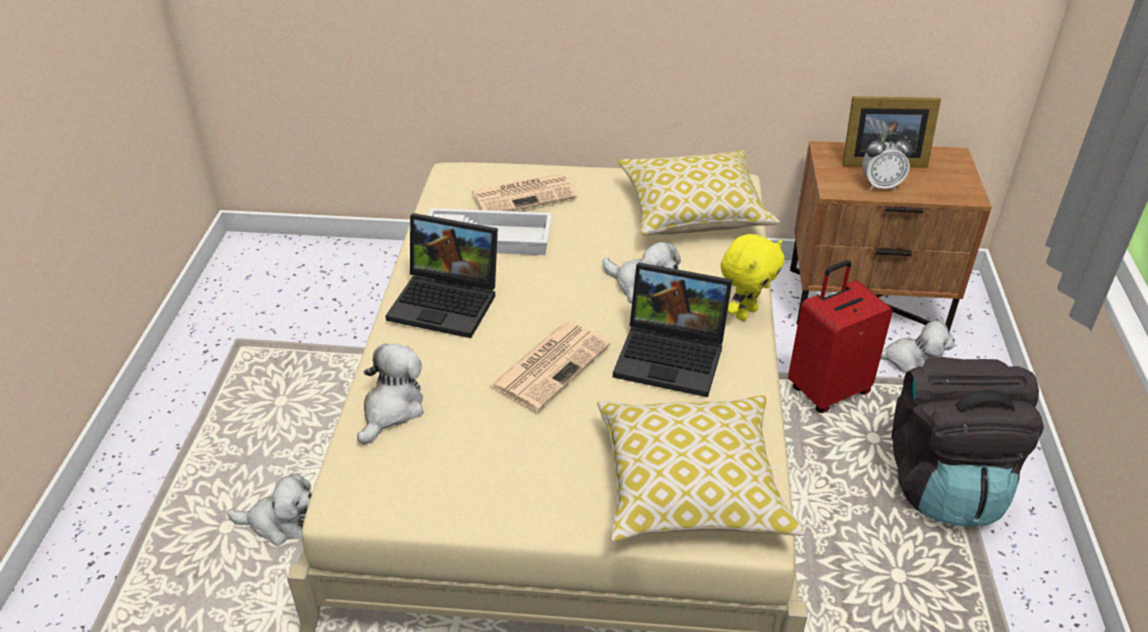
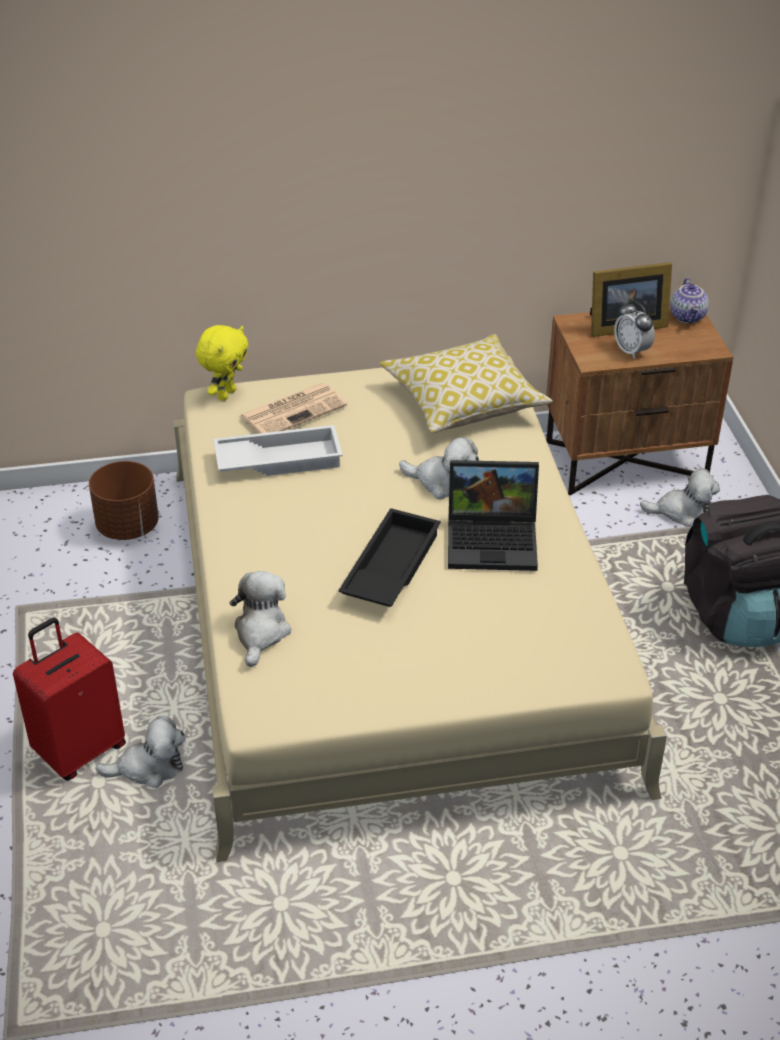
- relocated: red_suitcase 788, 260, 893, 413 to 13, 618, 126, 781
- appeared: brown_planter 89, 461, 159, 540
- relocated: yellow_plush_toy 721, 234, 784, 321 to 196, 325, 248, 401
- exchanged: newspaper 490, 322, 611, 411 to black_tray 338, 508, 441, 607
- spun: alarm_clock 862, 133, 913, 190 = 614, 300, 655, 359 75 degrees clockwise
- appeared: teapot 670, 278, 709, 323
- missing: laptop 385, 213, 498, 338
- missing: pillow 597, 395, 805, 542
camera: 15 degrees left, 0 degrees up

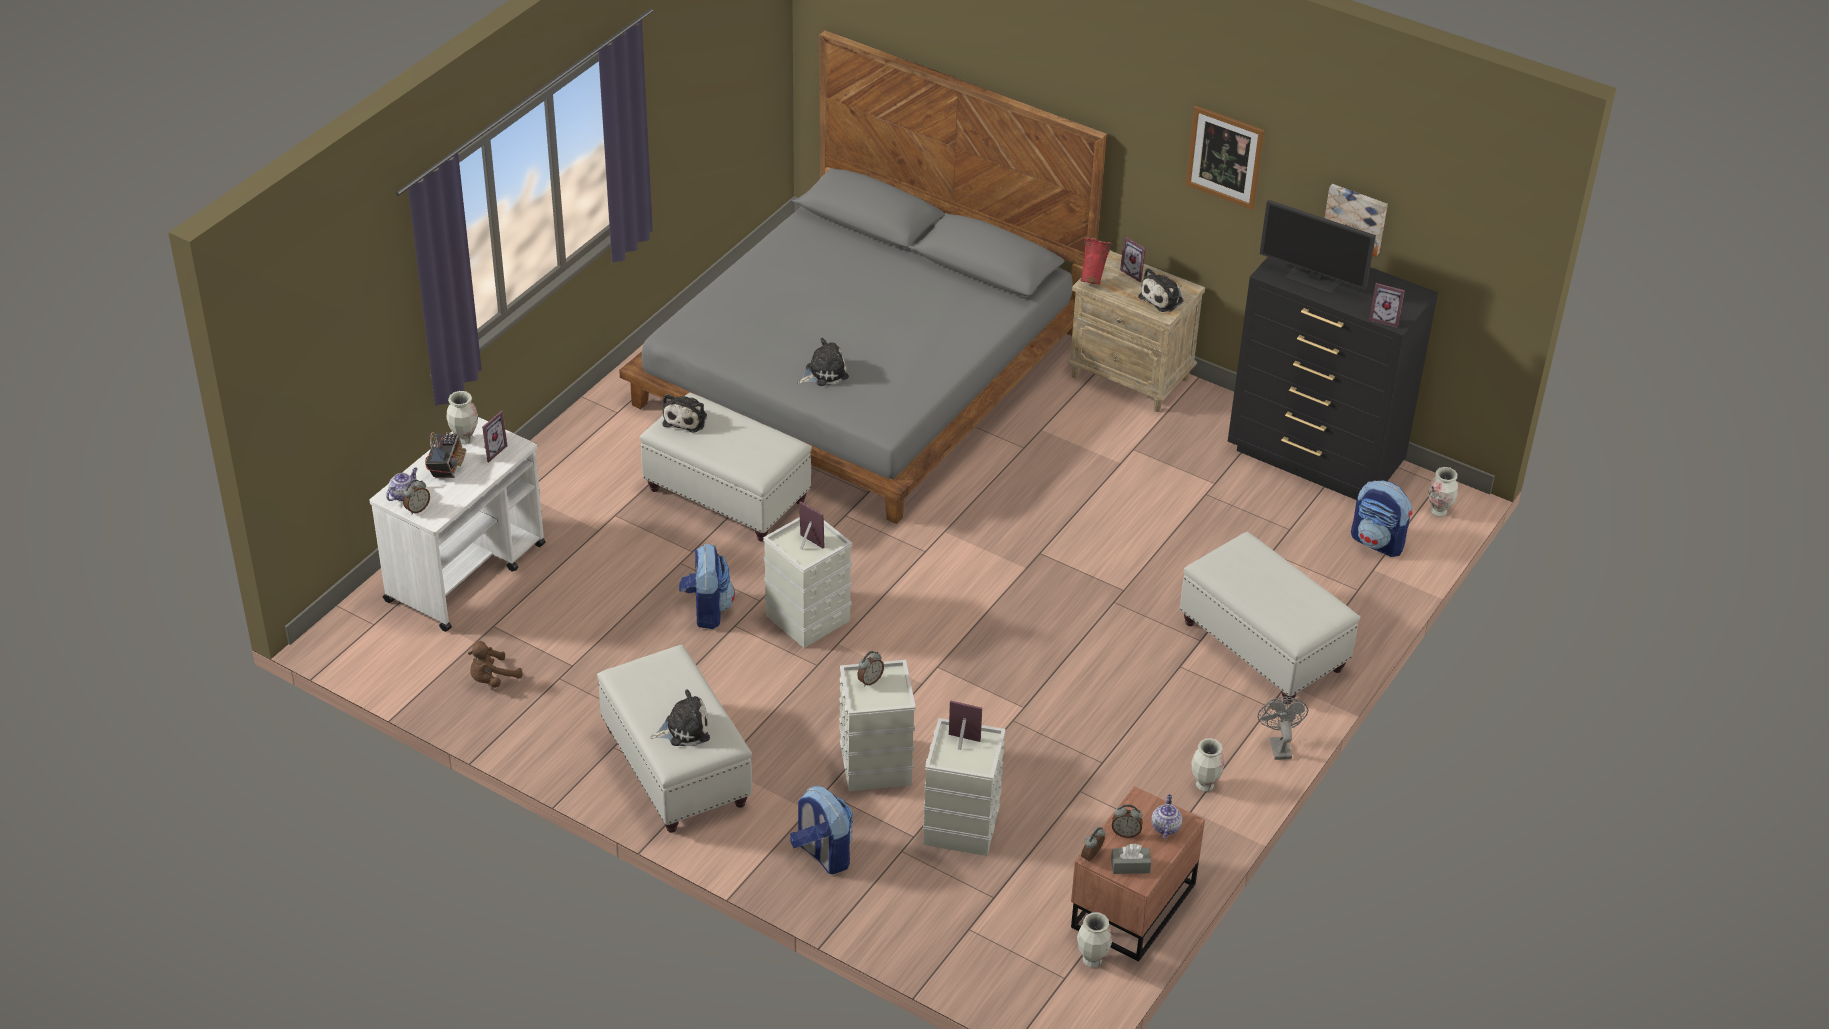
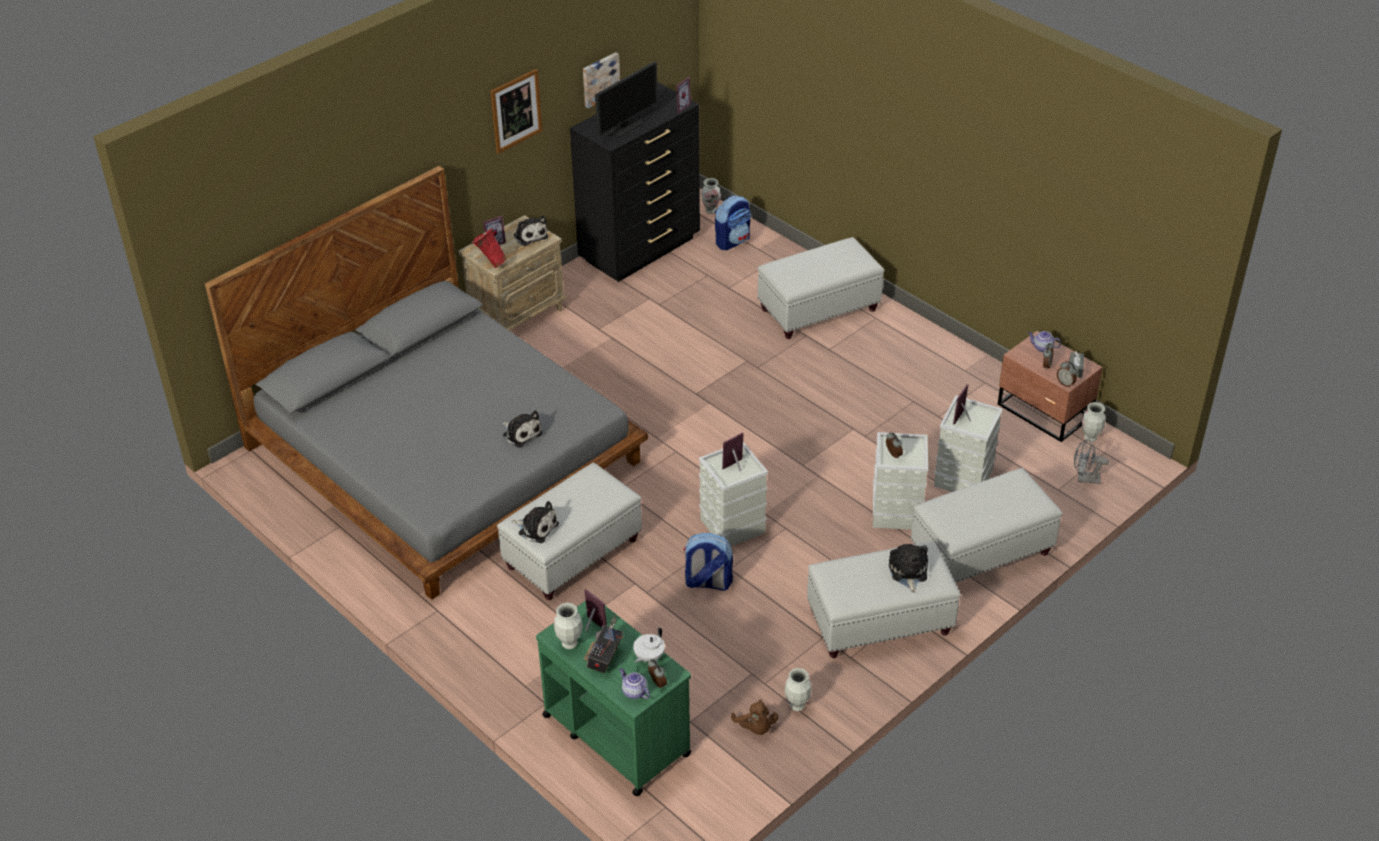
- spun: plush_toy 798, 338, 849, 386 = 503, 410, 543, 448 150 degrees clockwise
- colour: white_cart 370, 417, 546, 632 to green_cart 536, 601, 692, 796
- spun: radio 425, 432, 466, 478 = 584, 616, 623, 673 90 degrees counterclockwise
- appeared: white_teapot 633, 627, 665, 662
- relocated: vase 1191, 738, 1224, 792 to 785, 668, 812, 711
- exchanged: backpack 790, 786, 853, 874 to white_ottoman 911, 468, 1063, 583
- relocated: grey_fan 1258, 697, 1308, 760 to 1074, 438, 1109, 484
camera: 75 degrees left, 0 degrees up

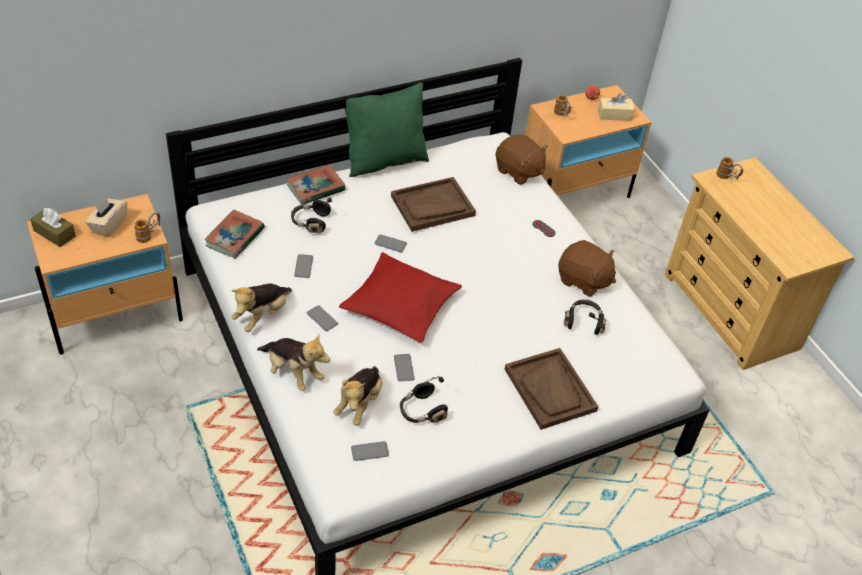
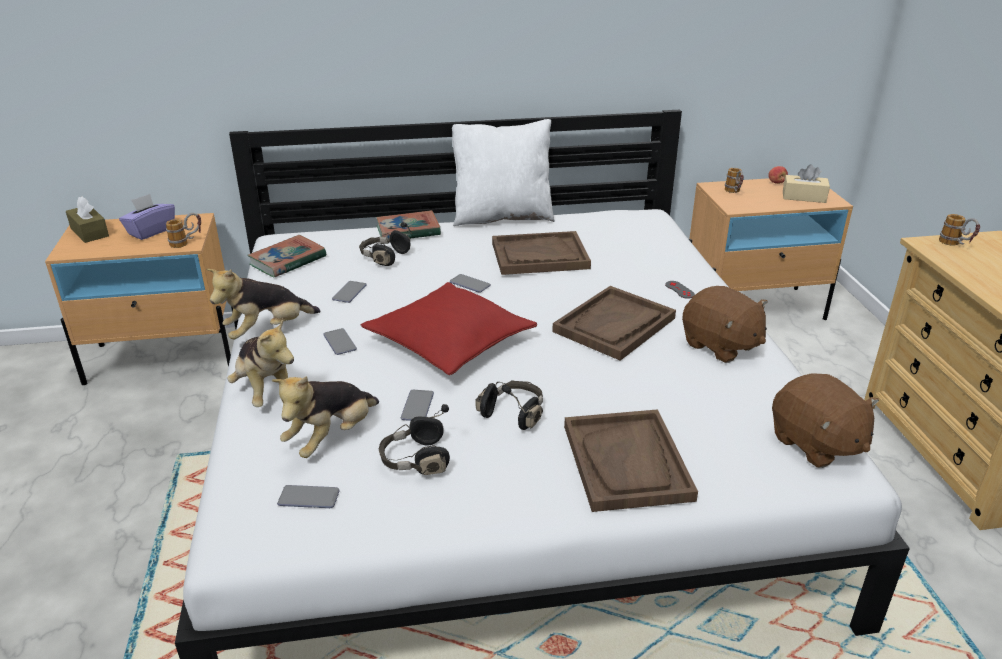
- colour: beige_tissue_box 85, 196, 127, 237 to purple_tissue_box 119, 194, 175, 240
- colour: green_pillow 345, 83, 429, 177 to white_pillow 452, 119, 555, 226
- relocated: black_headphones 564, 300, 606, 335 to 475, 380, 543, 430
- appeared: brown_tray 552, 286, 676, 361
- relocated: brown_plush_toy 495, 134, 548, 185 to 772, 373, 879, 468
camera: 20 degrees right, 15 degrees down

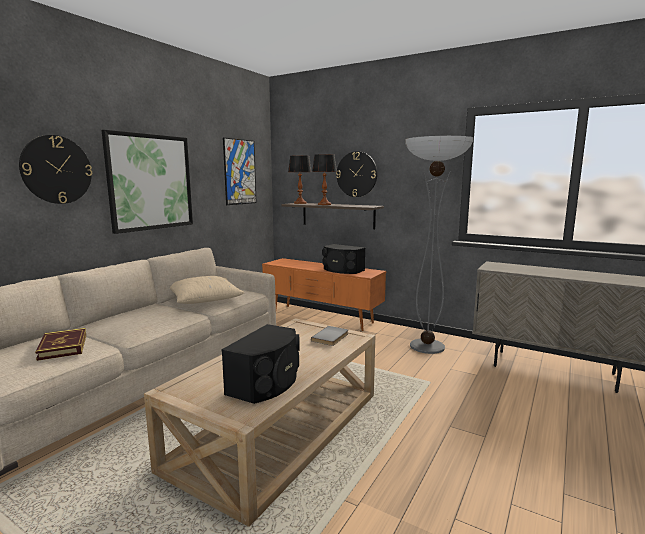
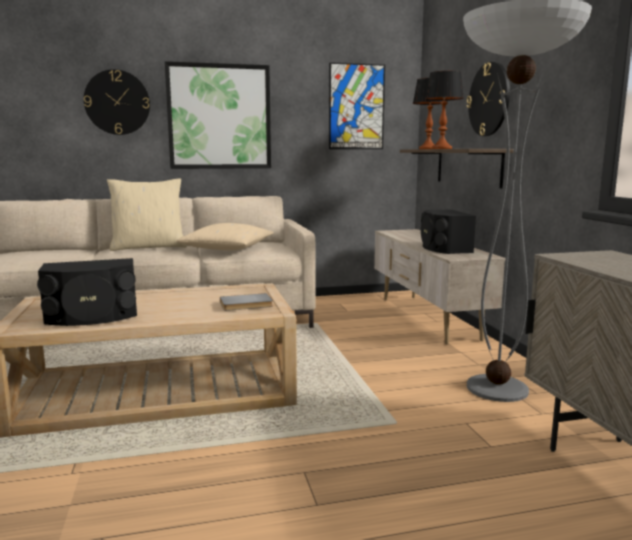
- appeared: beige_pillow 107, 178, 187, 251
- colour: orange_tv_stand 262, 258, 387, 331 to beige_tv_stand 374, 229, 505, 344
- missing: book 35, 328, 86, 361
camera: 45 degrees right, 0 degrees up

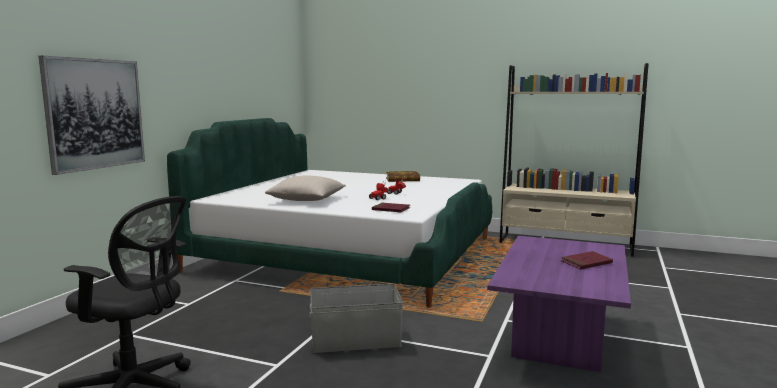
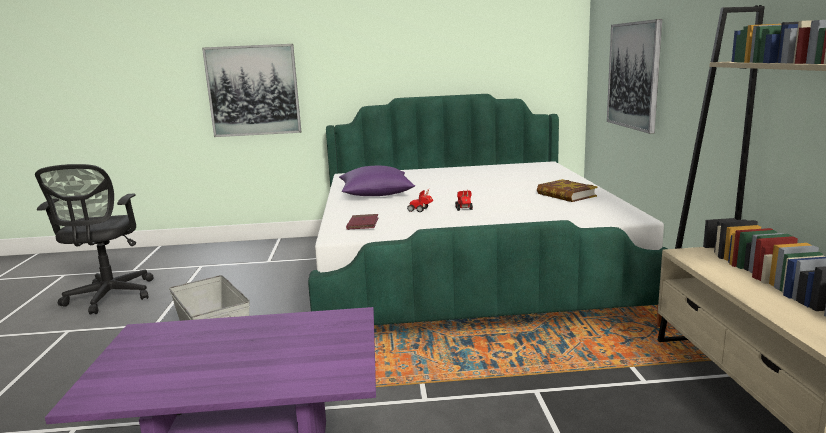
- colour: beige_pillow 265, 175, 346, 201 to purple_pillow 339, 166, 415, 196
- appeared: picture 607, 19, 662, 134
- missing: red_book 561, 251, 613, 270
camera: 65 degrees right, 5 degrees up

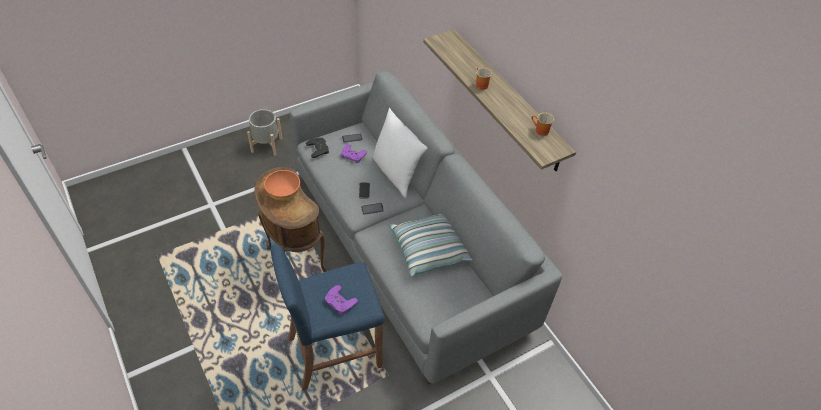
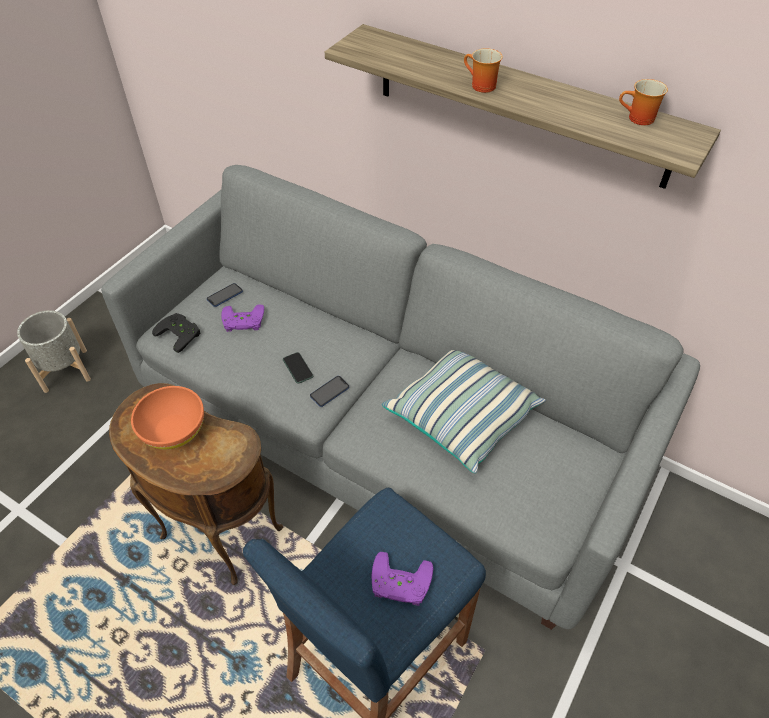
- missing: white_pillow 373, 108, 427, 198
camera: 25 degrees left, 0 degrees up

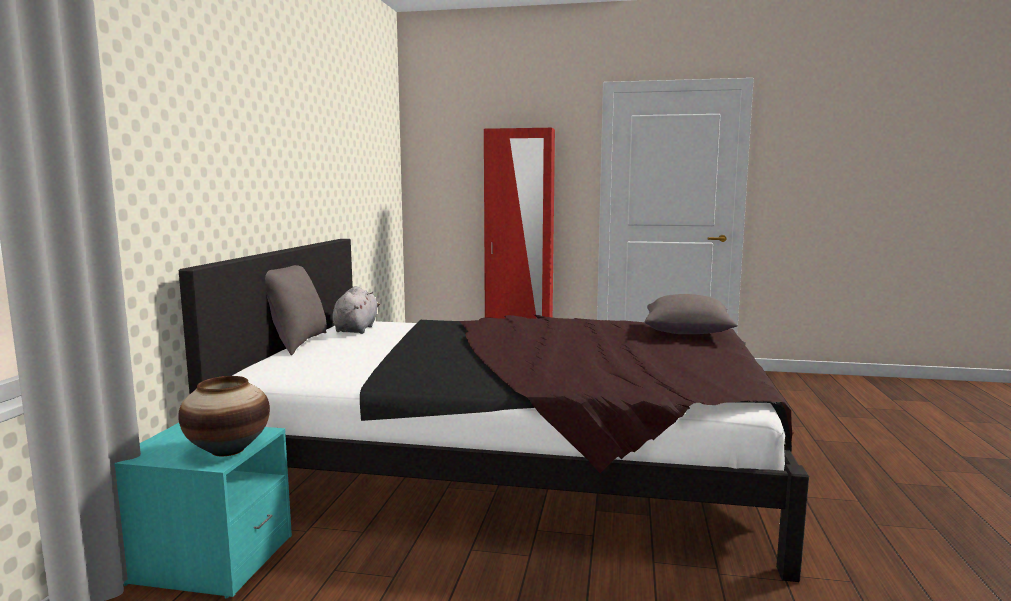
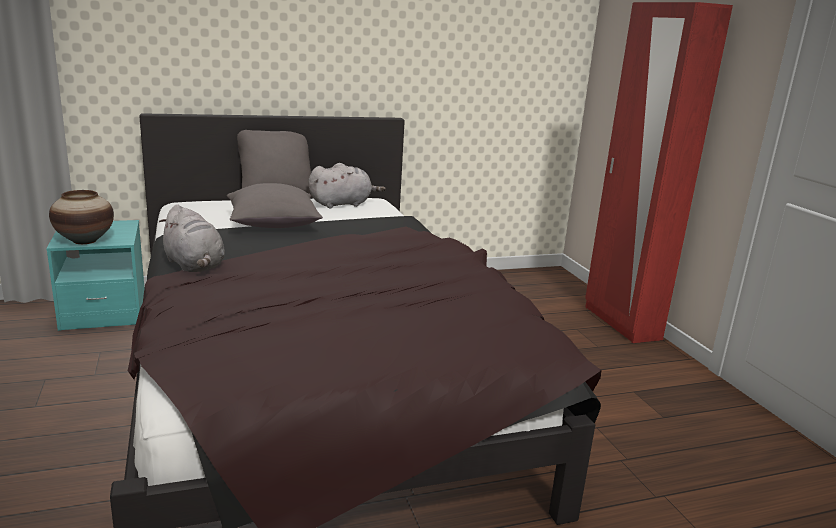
- appeared: grey_plush_toy 159, 204, 225, 272
- relocated: grey_pillow 645, 294, 738, 334 to 227, 183, 323, 228
camera: 60 degrees right, 10 degrees up

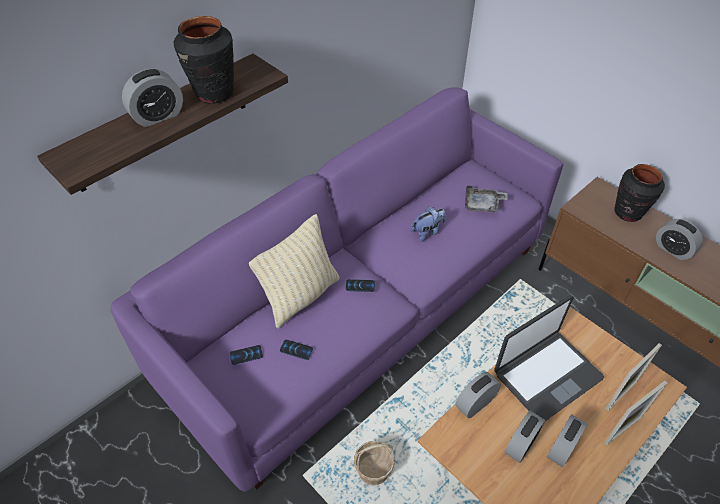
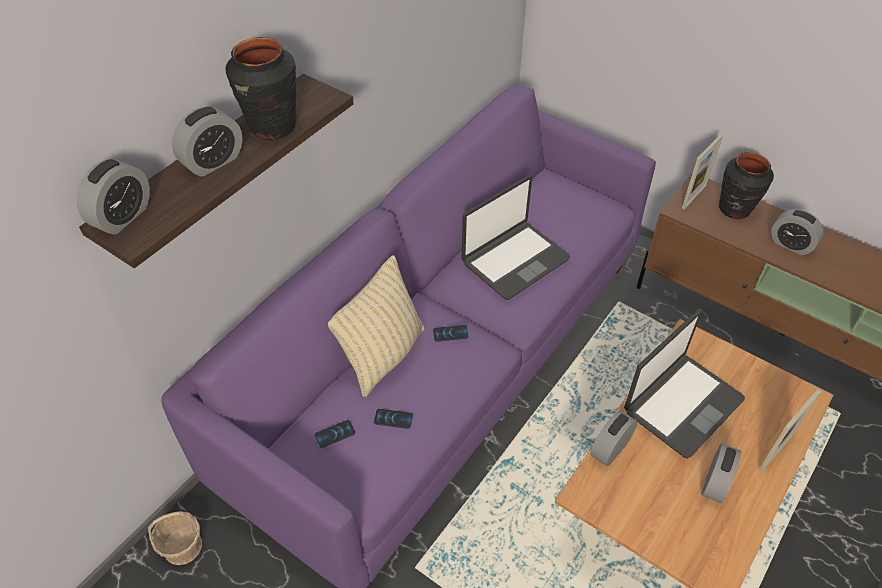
- relocated: alarm_clock 505, 411, 545, 463 to 77, 159, 150, 234
- relocated: basket 354, 441, 395, 485 to 148, 511, 202, 565
- exchanged: plush_toy 411, 207, 445, 242 to laptop 462, 176, 570, 300
- relocated: picture_frame 605, 343, 662, 411 to 682, 134, 723, 210
- missing: grey_tray 465, 185, 508, 212
camera: 10 degrees left, 0 degrees up

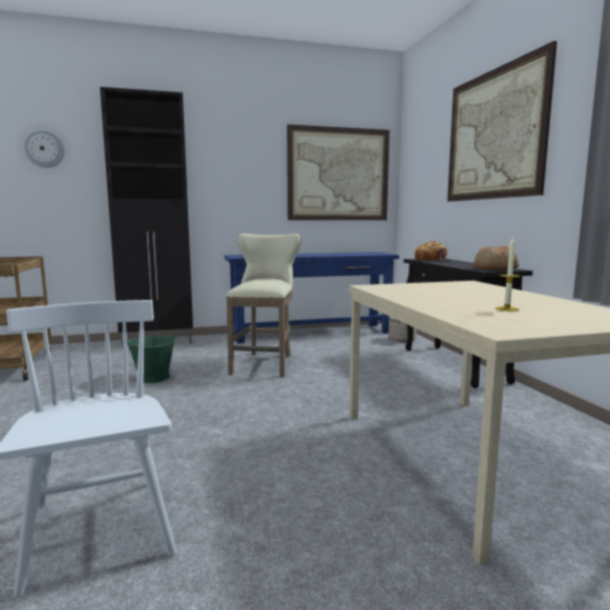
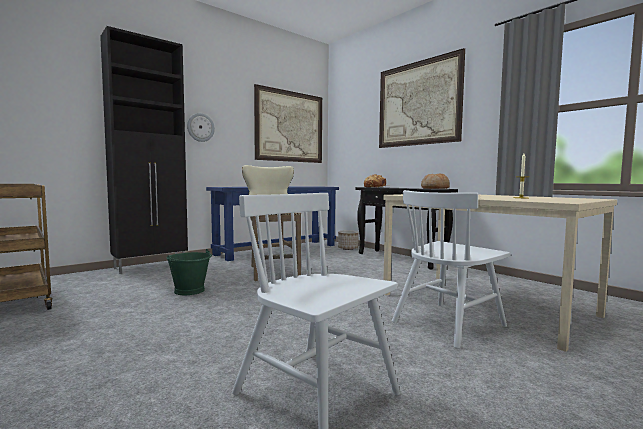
- relocated: wall_clock 24, 130, 65, 168 to 187, 113, 215, 142
- appeared: white_chair 392, 190, 510, 349
camera: 25 degrees left, 5 degrees down

